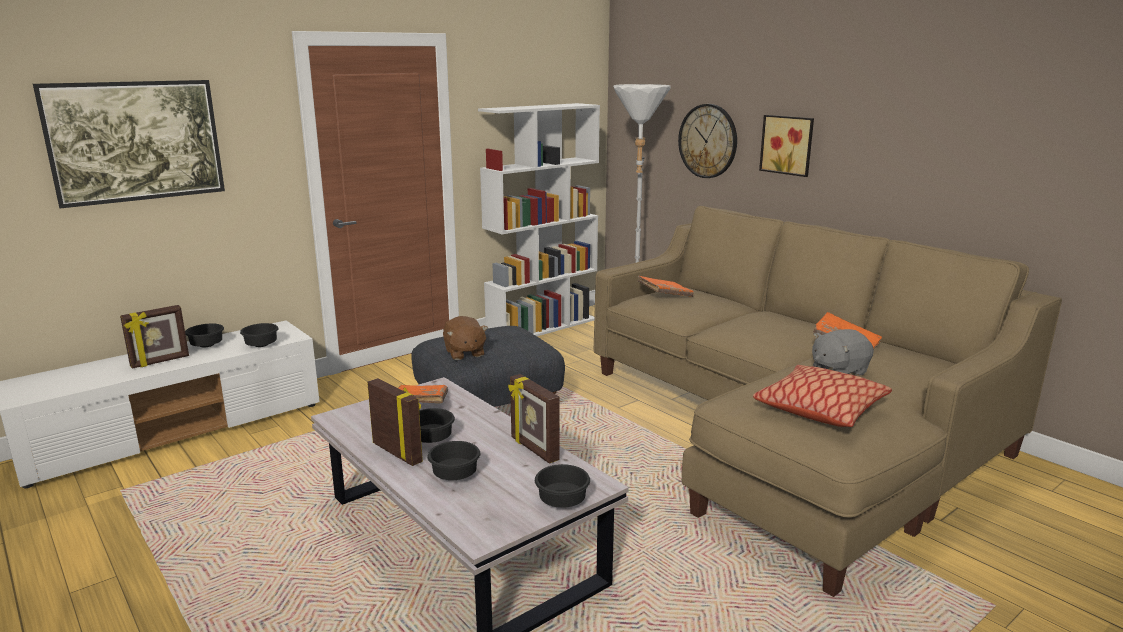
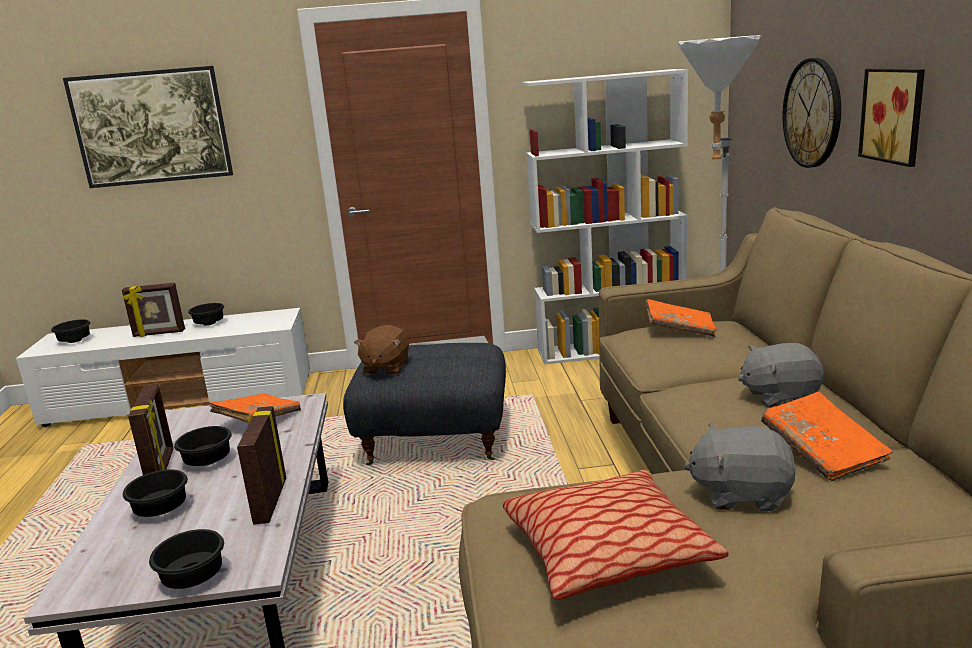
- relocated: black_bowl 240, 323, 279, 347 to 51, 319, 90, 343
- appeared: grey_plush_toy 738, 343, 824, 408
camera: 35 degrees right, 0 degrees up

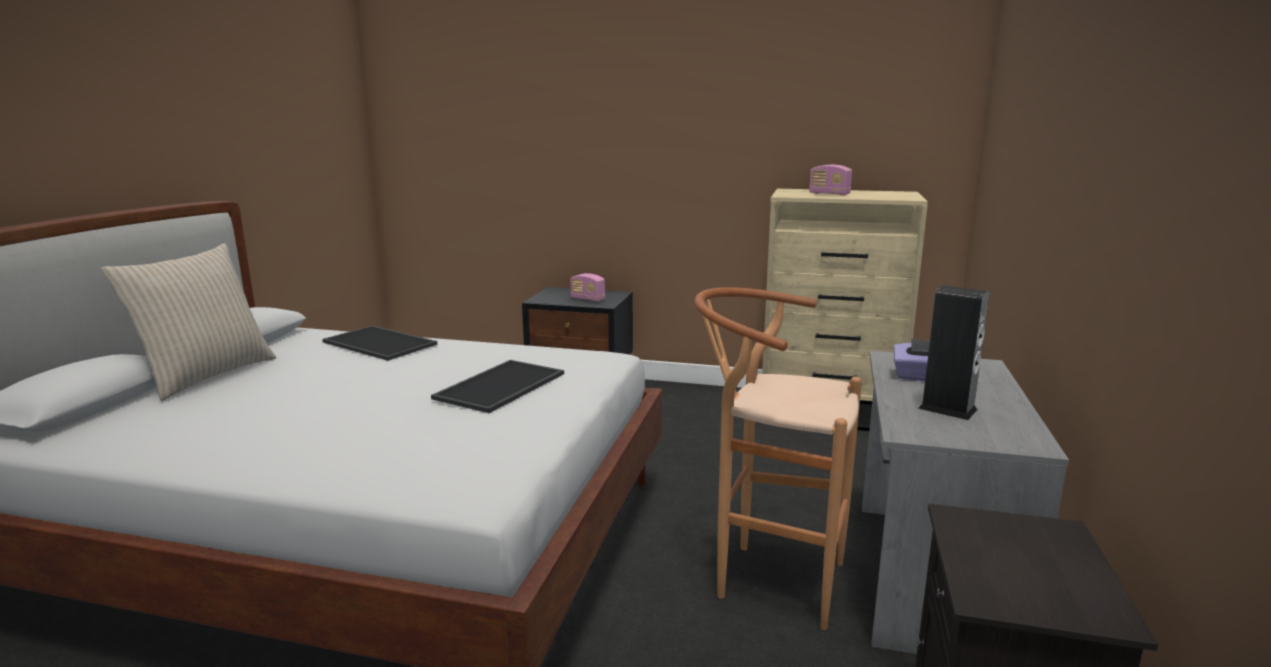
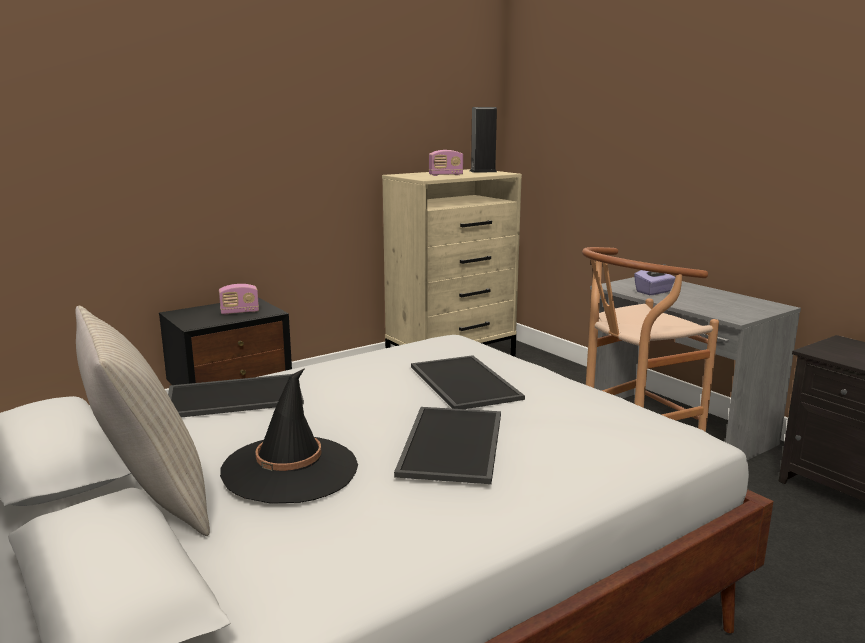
- appeared: black_hat 220, 368, 358, 504
- appeared: tray 394, 407, 501, 484
- relocated: speaker 918, 285, 990, 420 to 470, 107, 497, 173
camera: 50 degrees left, 0 degrees up

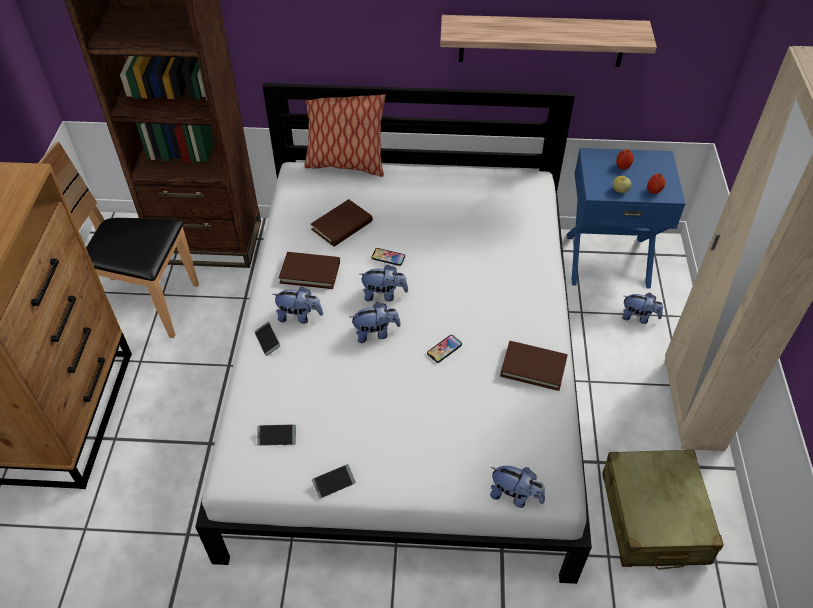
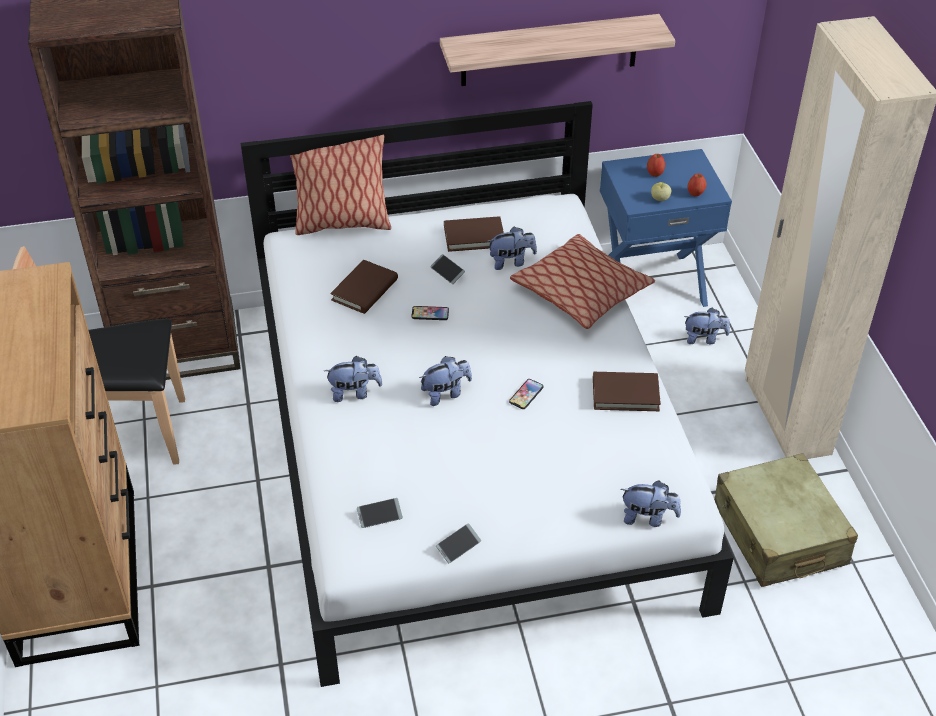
- relocated: phone 254, 322, 280, 356 to 430, 254, 465, 284
- relocated: brown_book 279, 252, 340, 289 to 444, 216, 504, 252
- relocated: plush_toy 360, 265, 408, 302 to 488, 226, 537, 270
- appeared: pillow 510, 234, 655, 329
camera: 15 degrees left, 5 degrees down

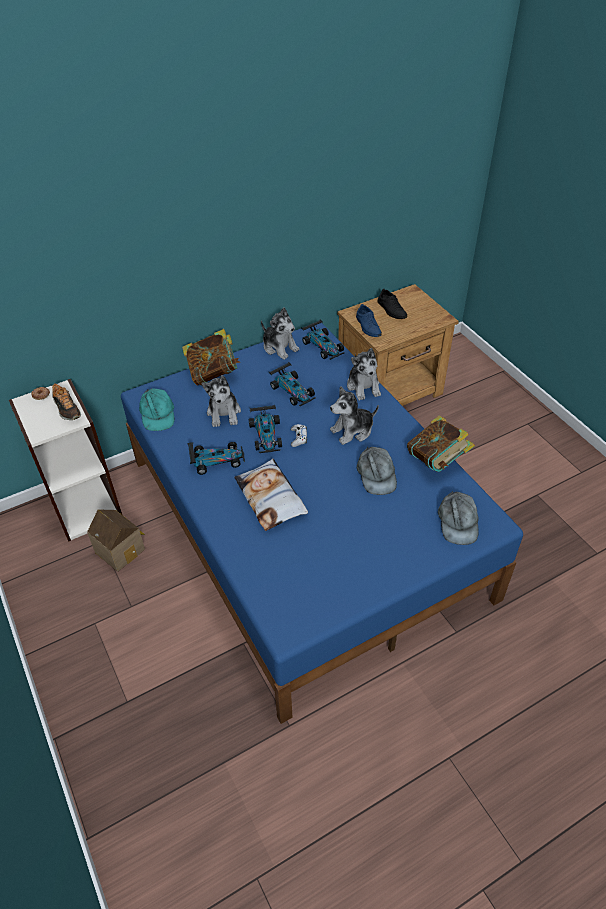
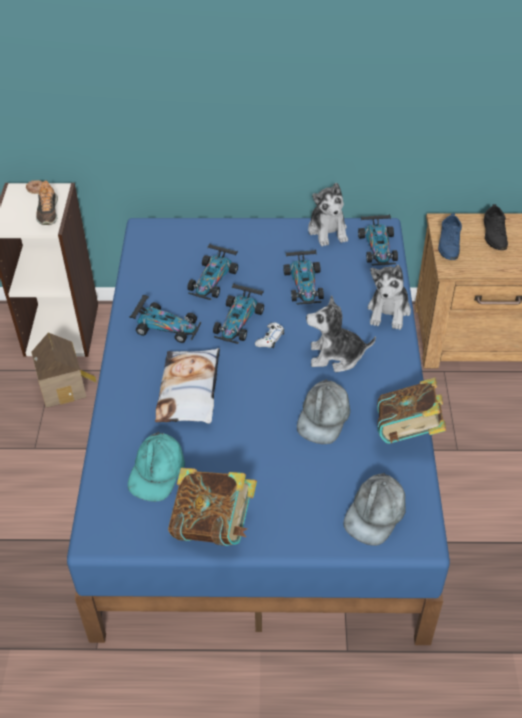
- relocated: turquoise_cap 139, 388, 174, 431 to 128, 431, 185, 502
- relocated: book 182, 329, 240, 386 to 168, 468, 257, 546
- exchanged: plush_toy 201, 375, 241, 427 to toy_car 187, 243, 238, 300
camera: 30 degrees right, 0 degrees up

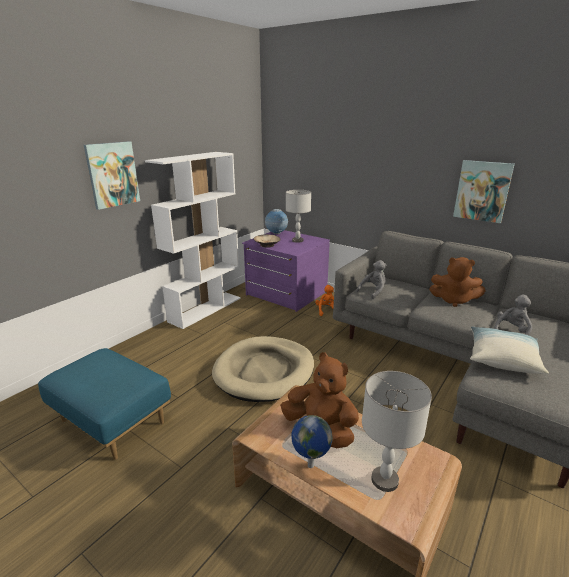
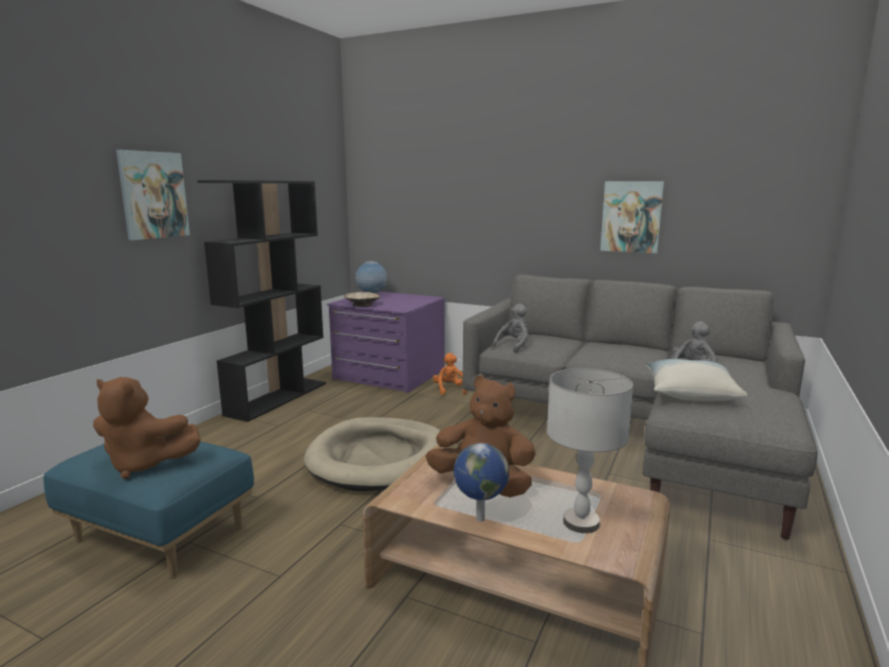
- relocated: brown_plush_toy 429, 257, 486, 307 to 93, 377, 201, 479
- colour: white_bookcase 145, 152, 241, 329 to black_bookcase 198, 180, 326, 422
- missing: grey_table_lamp 286, 190, 311, 243
camera: 10 degrees left, 10 degrees down

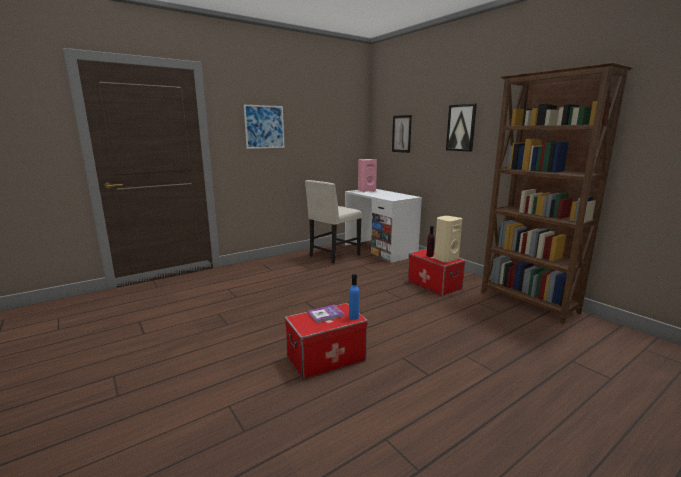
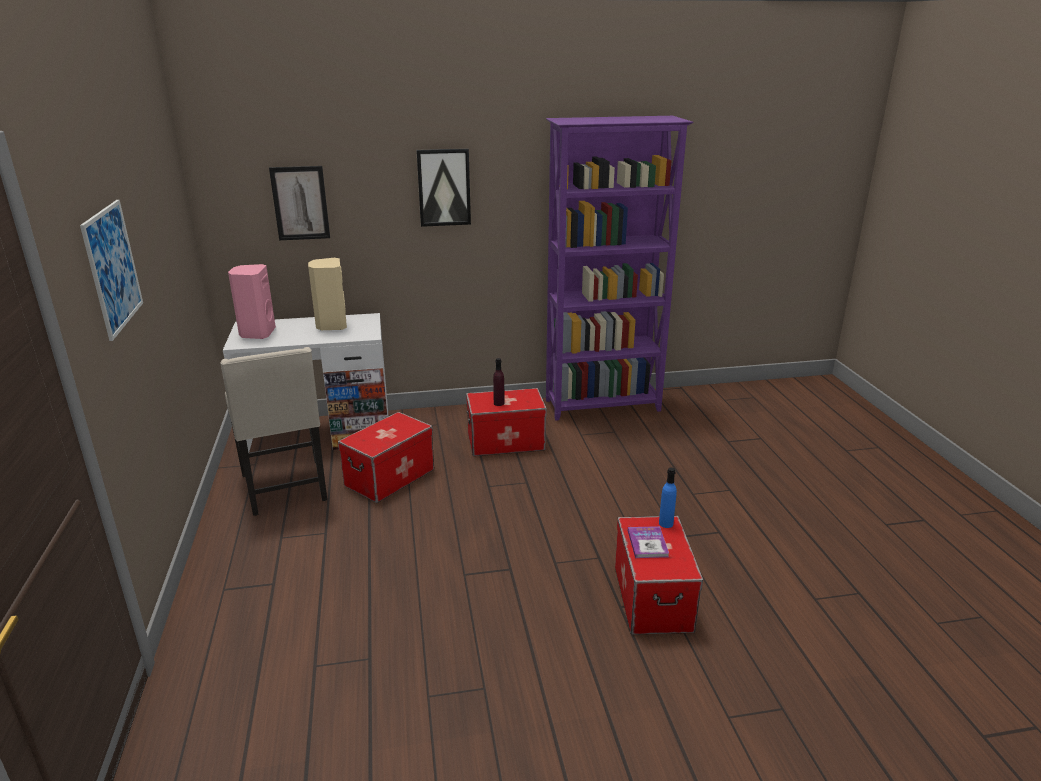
- relocated: beige_speaker 434, 216, 462, 263 to 308, 258, 347, 331
- appeared: storage_box 338, 412, 434, 503
- colour: brown_bookcase 481, 62, 633, 324 to purple_bookcase 546, 116, 694, 421
camera: 65 degrees left, 10 degrees up

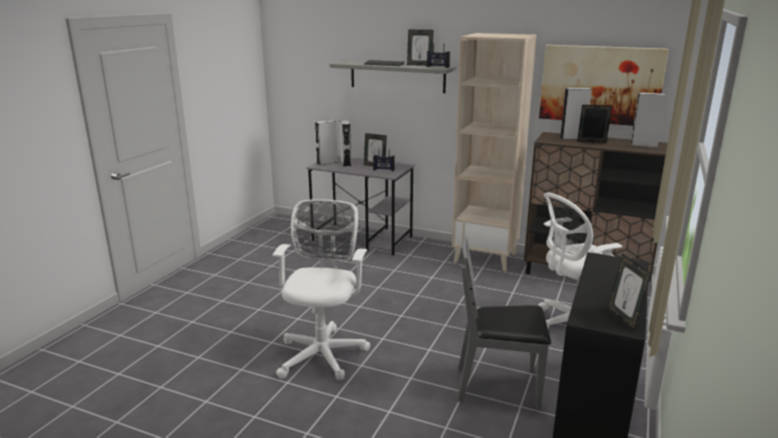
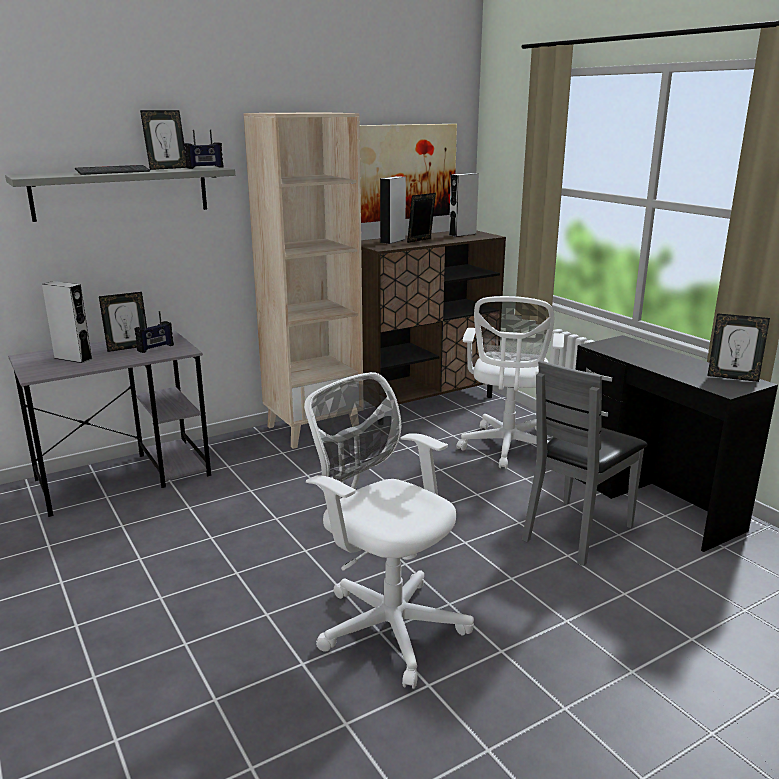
- missing: grey_speaker 315, 120, 338, 165
camera: 55 degrees left, 0 degrees up

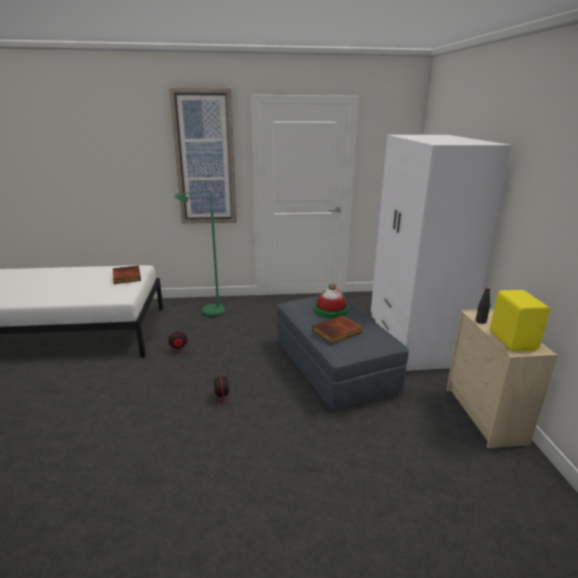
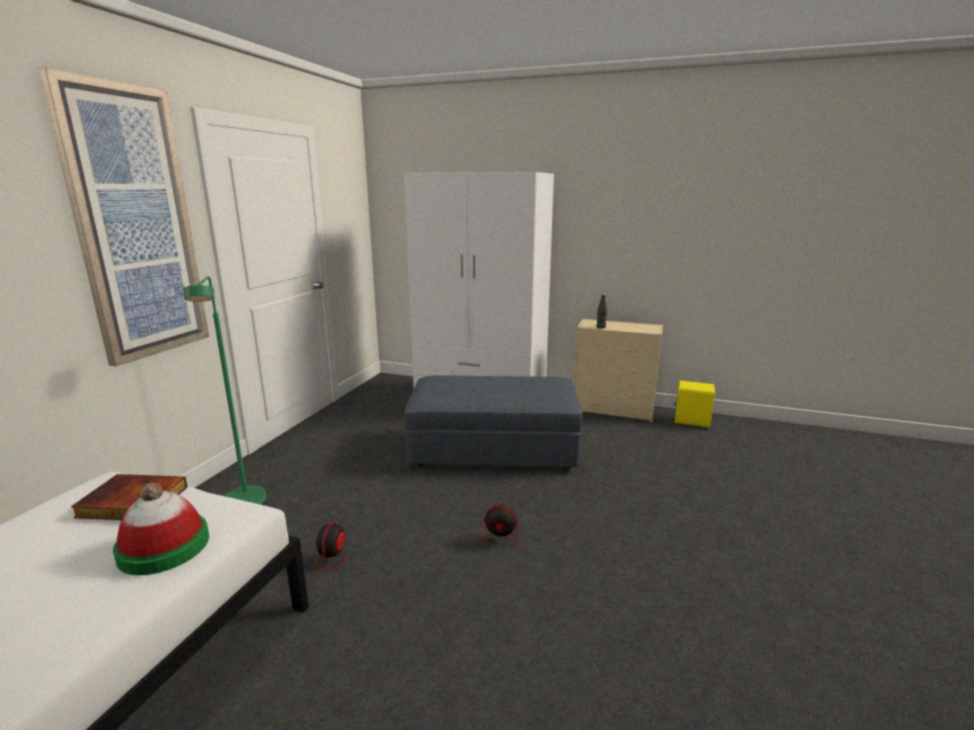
- relocated: hat 314, 283, 348, 319 to 113, 483, 209, 575
- relocated: yellow_speaker 490, 290, 550, 352 to 673, 381, 715, 428
- missing: book 312, 315, 363, 344
camera: 65 degrees left, 5 degrees down

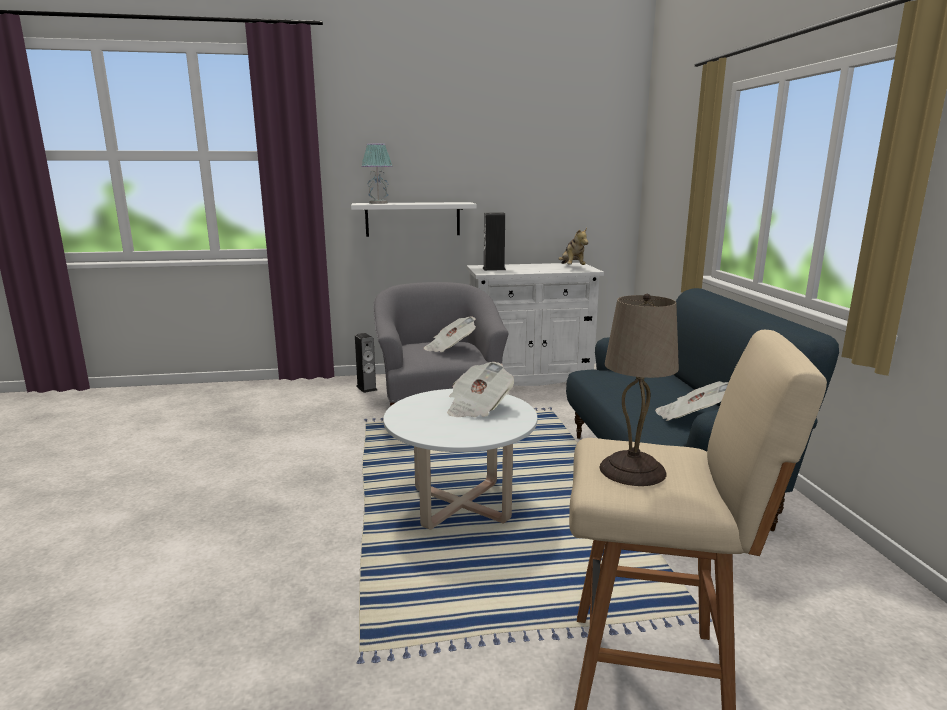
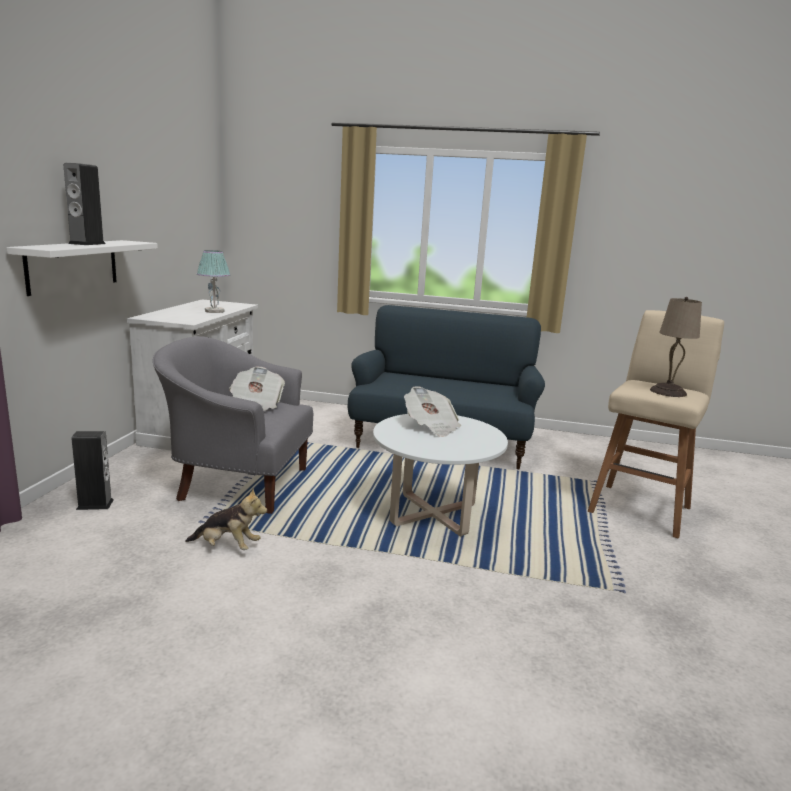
- relocated: speaker 482, 212, 506, 271 to 64, 163, 106, 245
- relocated: plush_toy 559, 228, 588, 265 to 185, 488, 267, 550
- relocated: table_lamp 361, 143, 393, 204 to 197, 250, 230, 313
- missing: newspaper 655, 381, 729, 421
camera: 70 degrees left, 0 degrees up

